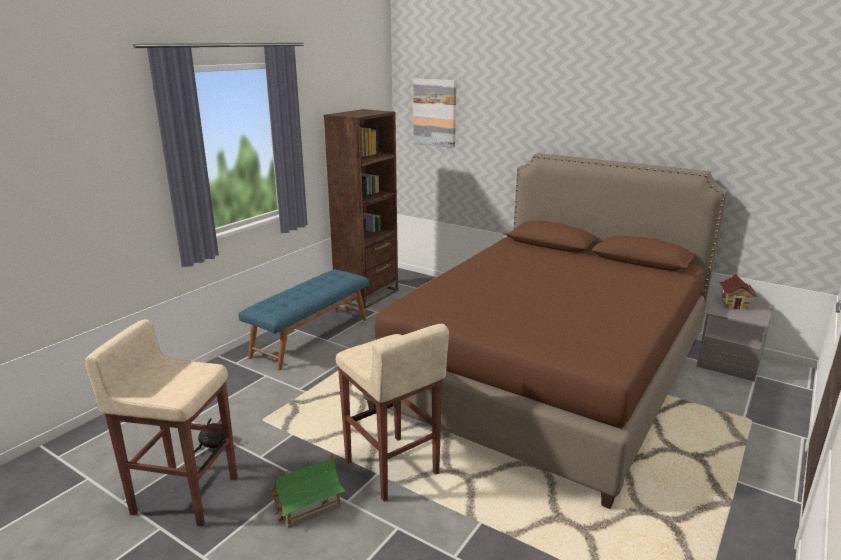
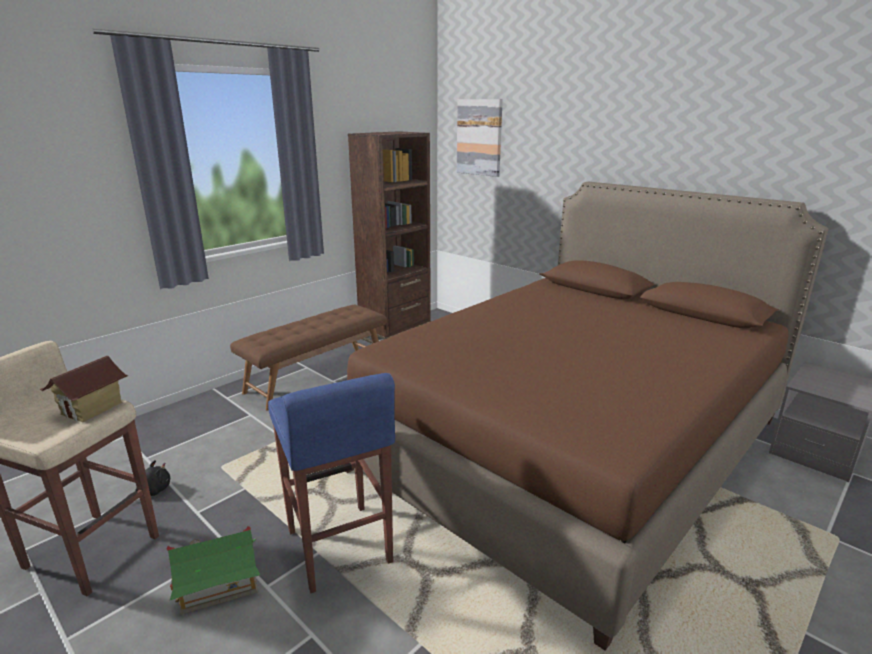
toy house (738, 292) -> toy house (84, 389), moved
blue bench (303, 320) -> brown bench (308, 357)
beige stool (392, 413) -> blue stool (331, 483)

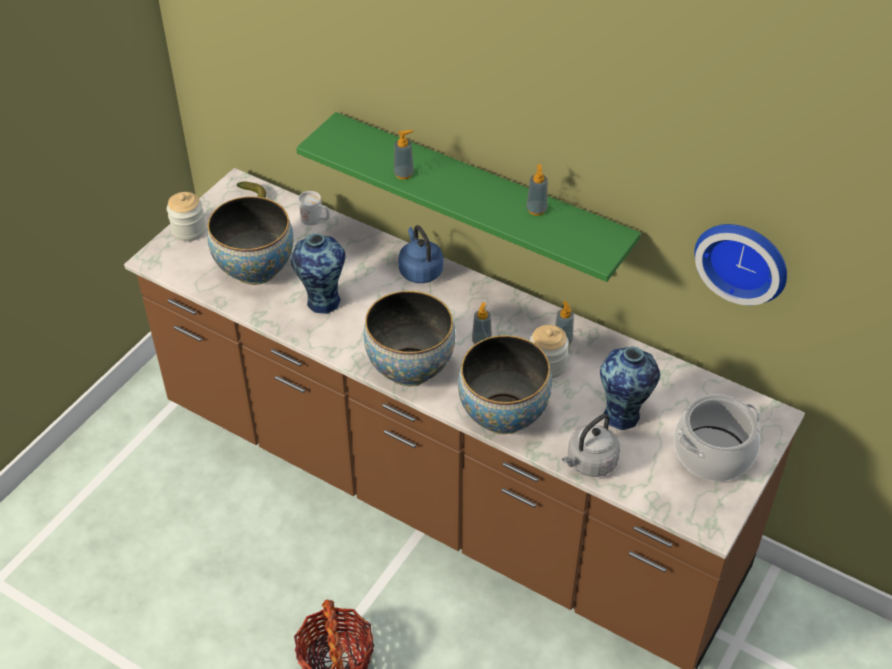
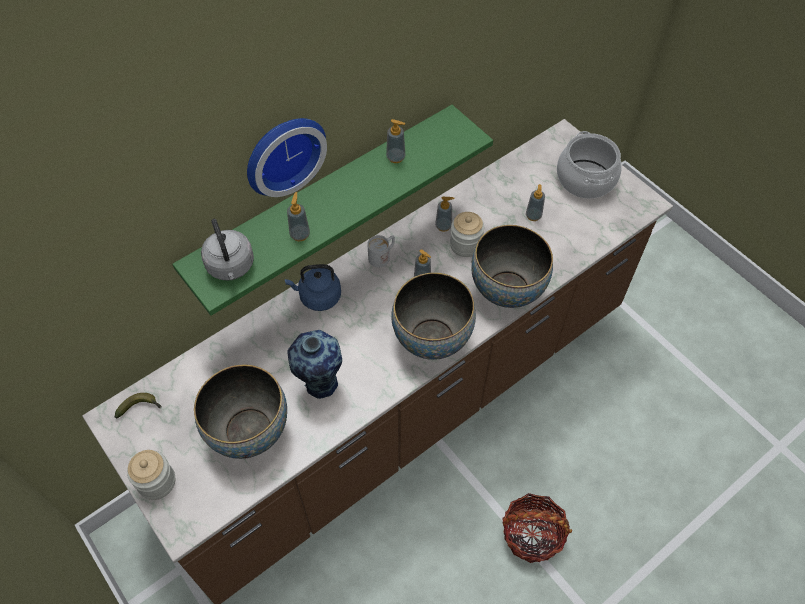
white mug (314, 208) -> white mug (381, 251), moved
grey kettle (591, 445) -> grey kettle (227, 250), moved
wall clock (740, 264) -> wall clock (287, 157), moved
vase (630, 388) -> soap dispenser (535, 202)

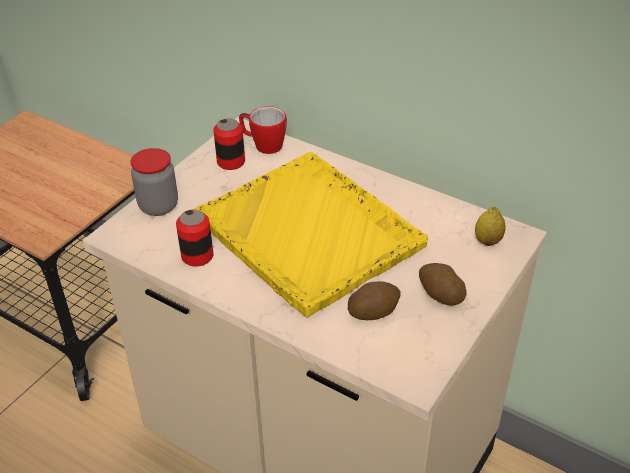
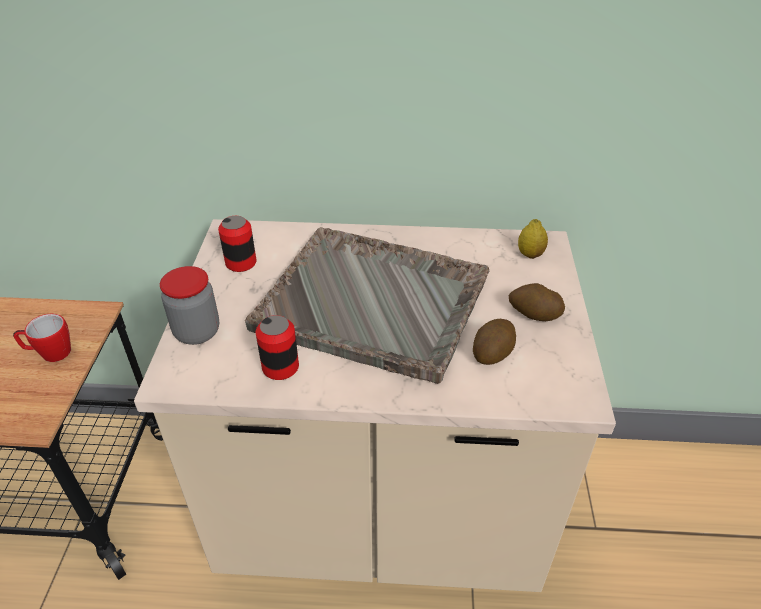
mug (263, 130) -> mug (42, 338), moved
yellow tray (311, 234) -> grey tray (367, 305)

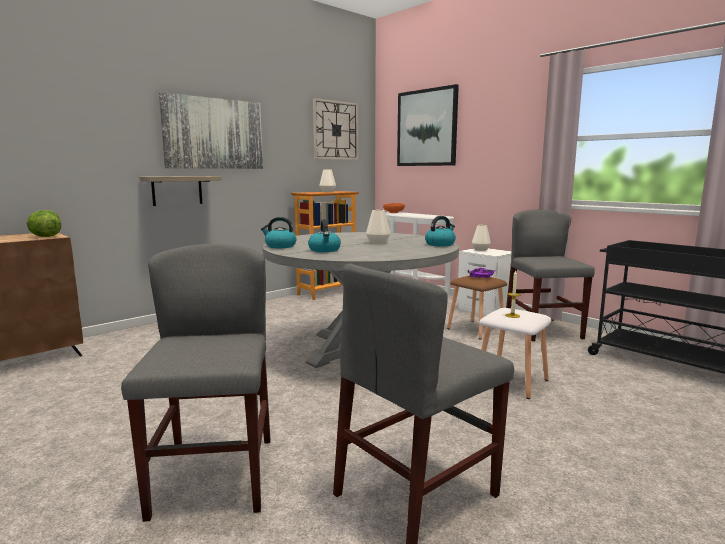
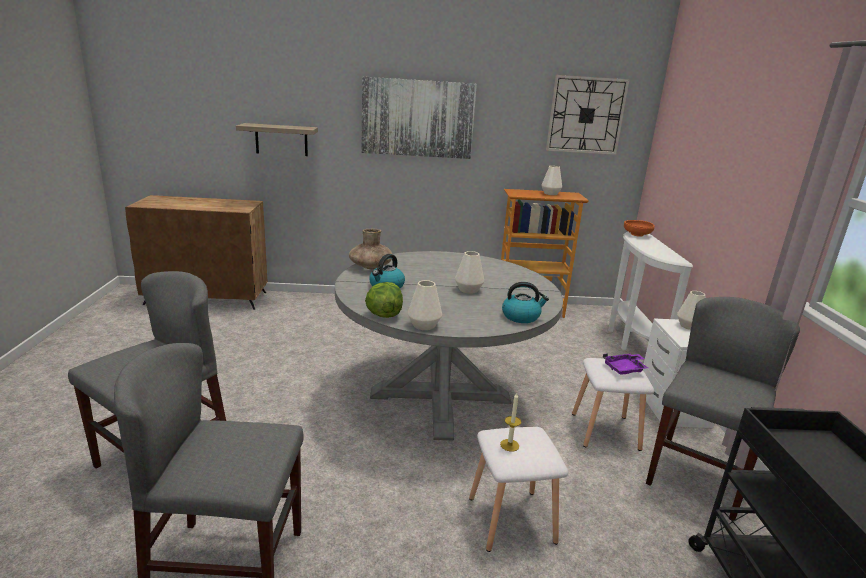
picture (428, 125) -> none
none -> white vase (425, 305)
lettuce (44, 223) -> lettuce (384, 300), moved
shelf (180, 191) -> shelf (277, 139), moved
kettle (278, 232) -> brown vase (370, 249)
brown stool (477, 307) -> white stool (613, 404)

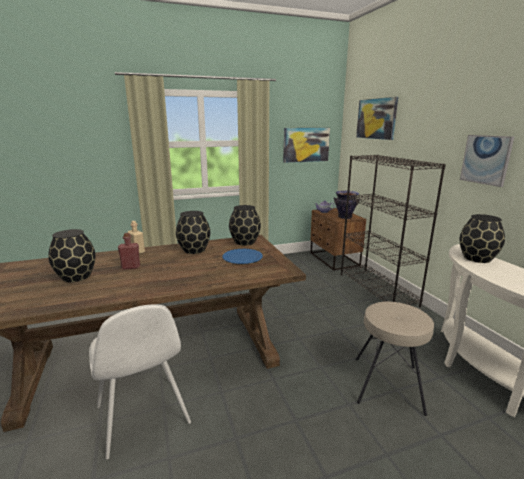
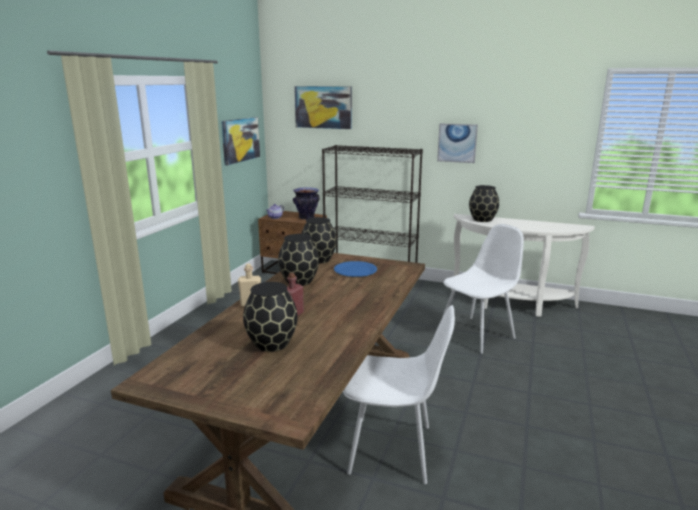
beige stool (395, 359) -> white chair (483, 288)

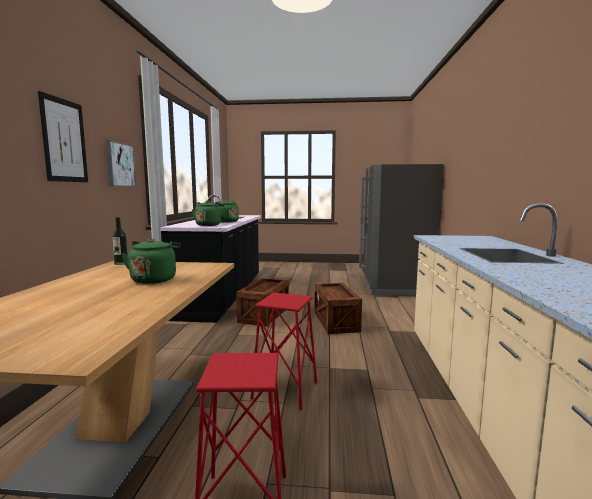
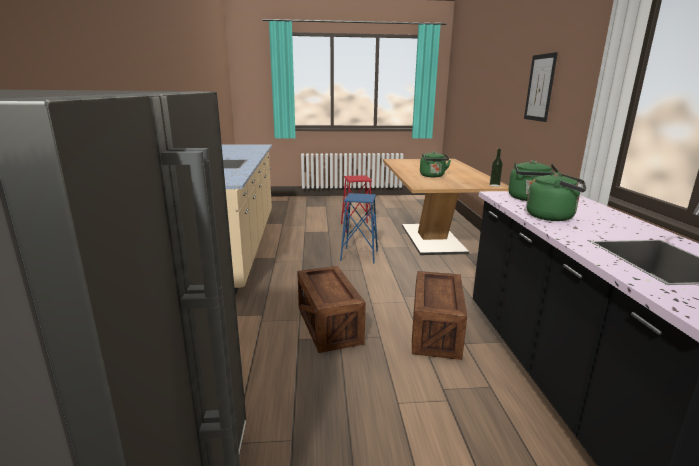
picture (121, 164) -> none
red stool (284, 351) -> blue stool (359, 228)

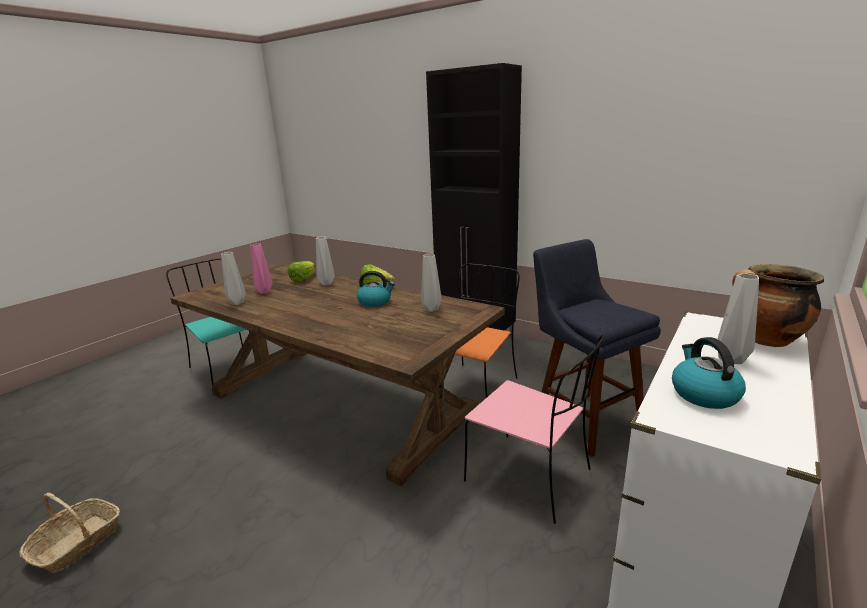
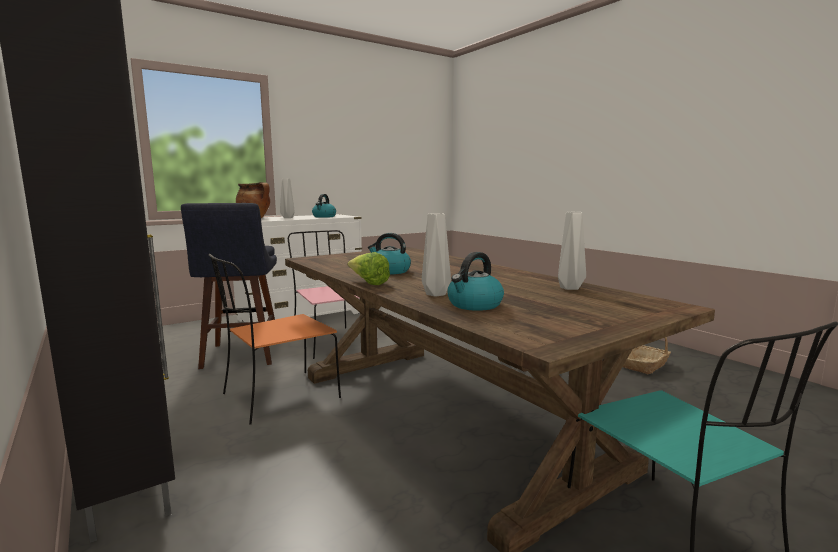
pink vase (261, 268) -> none
grey vase (431, 283) -> none
lettuce (301, 272) -> kettle (476, 281)

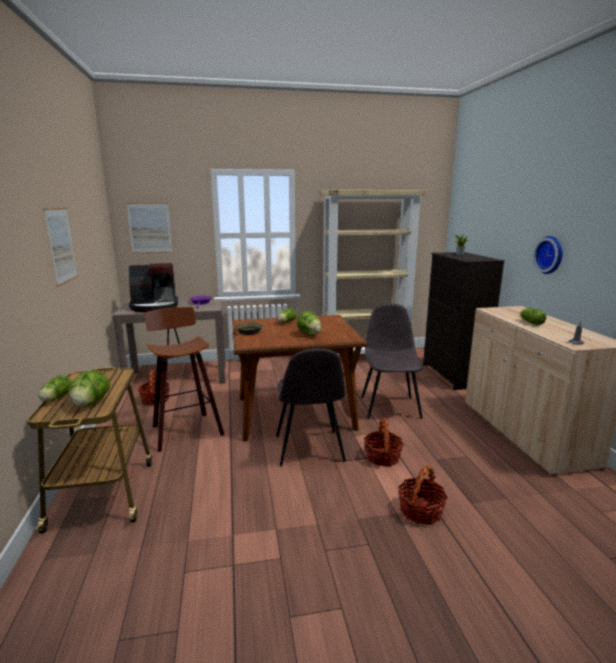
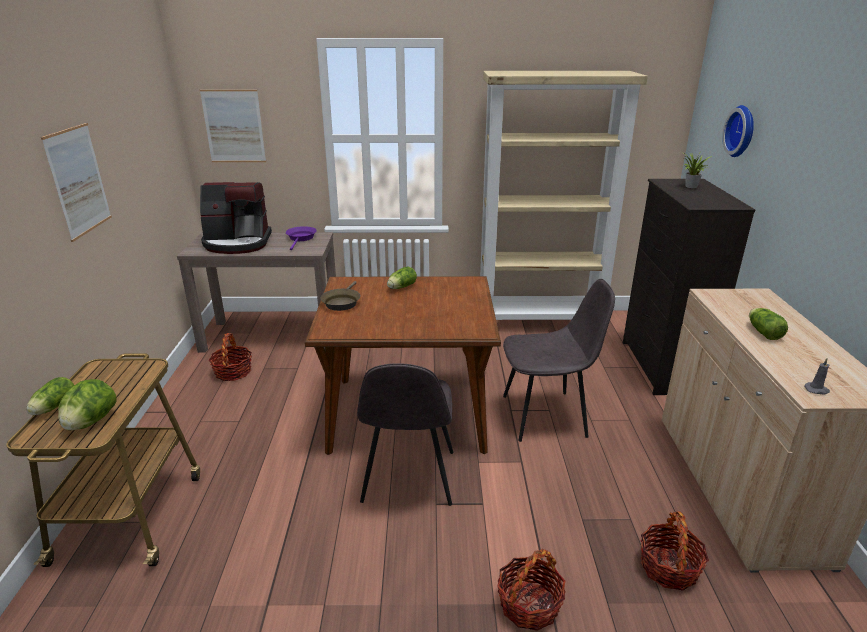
stool (184, 379) -> none
lettuce (309, 323) -> none
basket (383, 442) -> basket (674, 551), moved
wall clock (548, 255) -> wall clock (738, 131), moved
grey chair (392, 361) -> grey chair (559, 360), 75 degrees clockwise

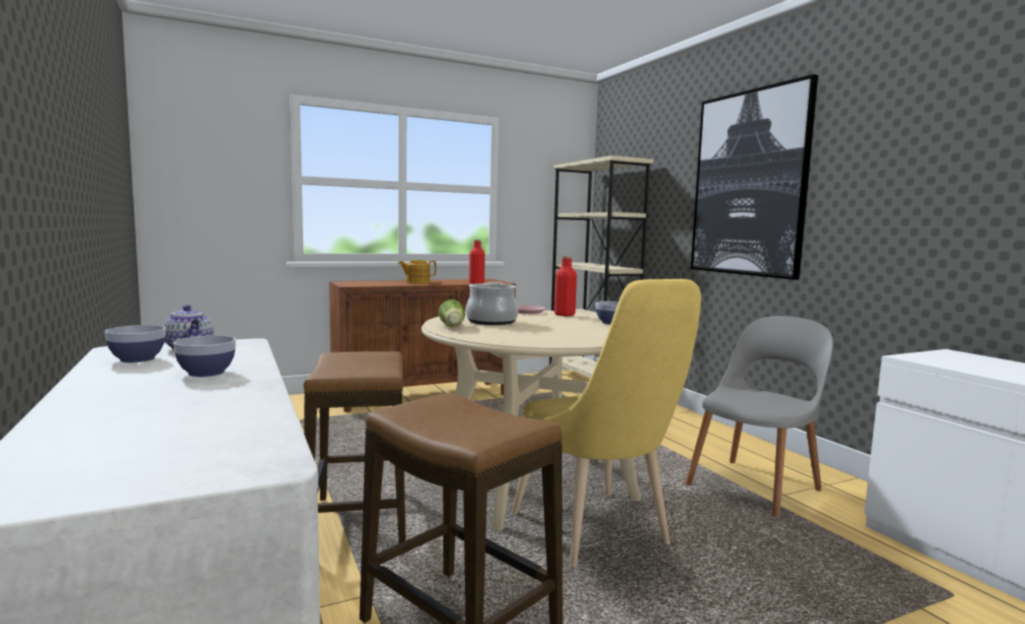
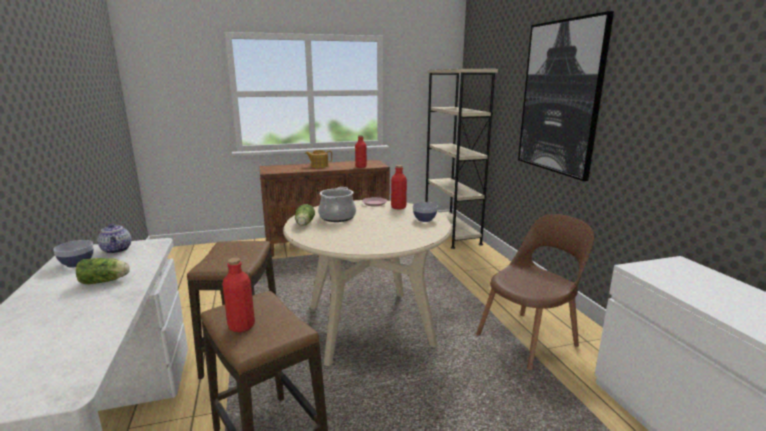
yellow chair (606, 423) -> none
none -> red bottle (238, 295)
bowl (204, 356) -> lettuce (103, 271)
grey chair (759, 417) -> brown chair (535, 292)

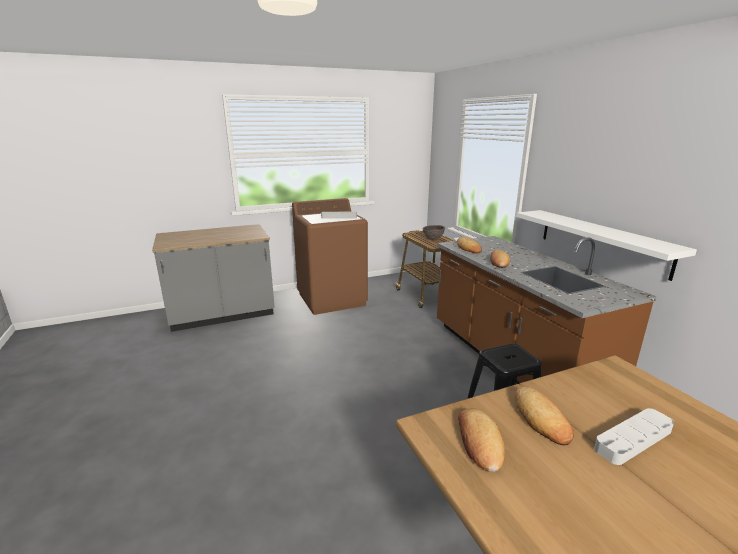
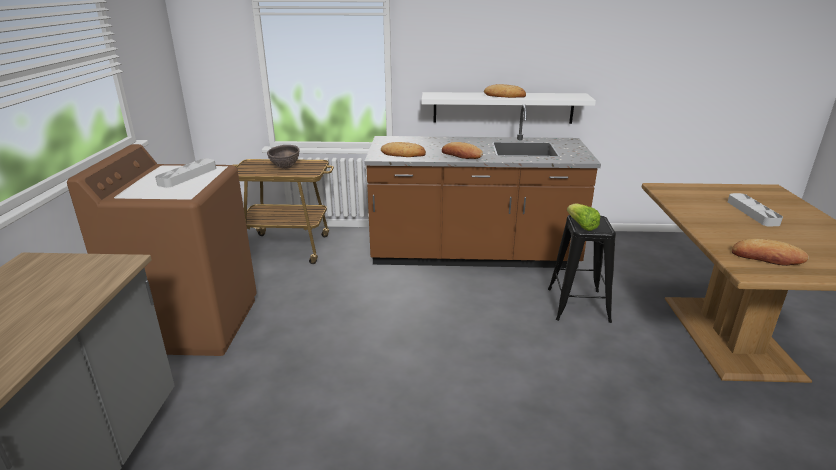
none -> lettuce (583, 217)
bread (544, 416) -> bread (505, 91), moved

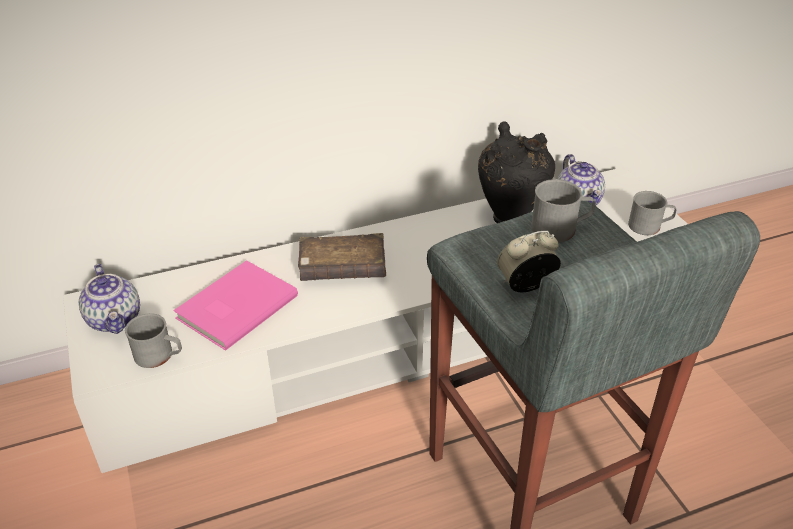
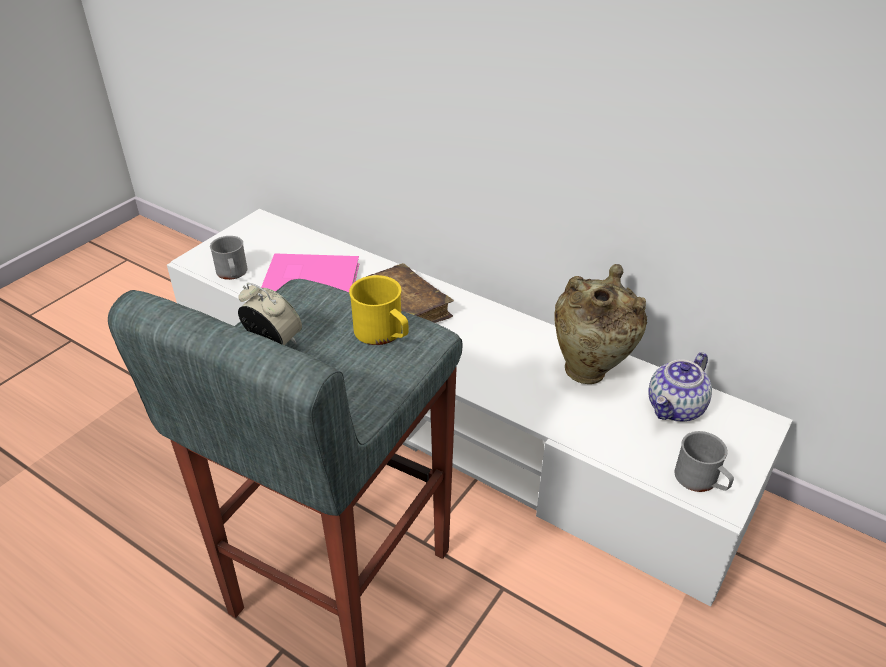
teapot (109, 299) -> none
black vase (516, 172) -> beige vase (600, 324)
grey mug (563, 210) -> yellow mug (379, 310)

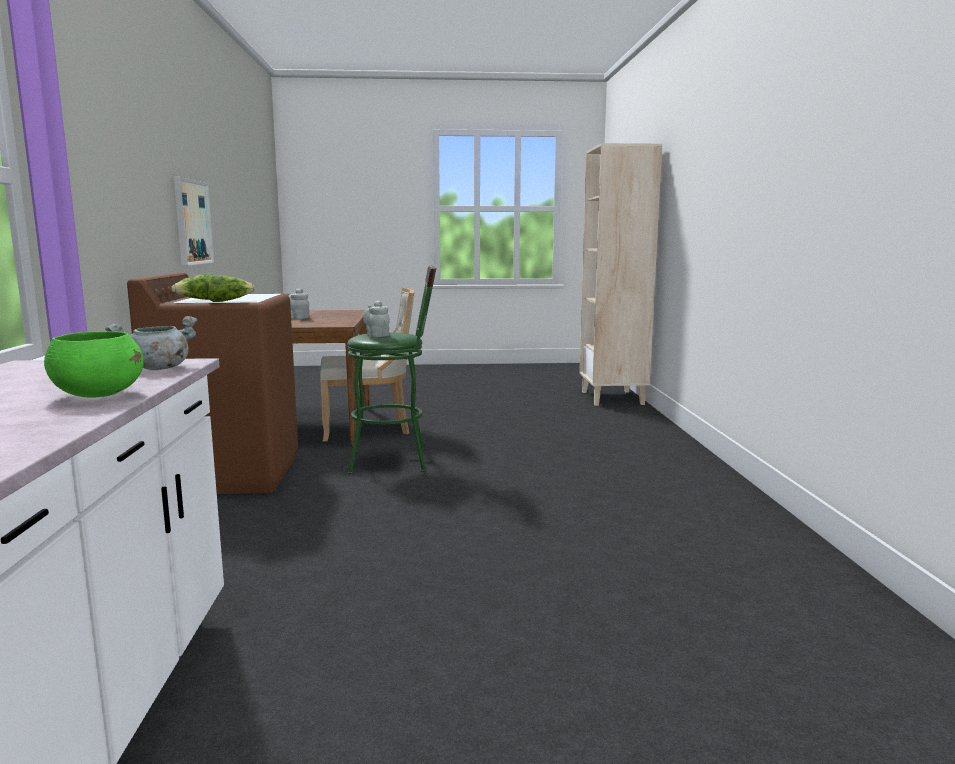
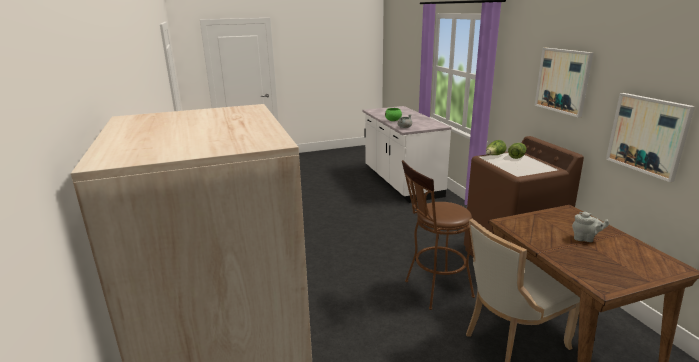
grey teapot (376, 319) -> none
none -> picture (564, 83)
green stool (392, 370) -> brown stool (438, 235)

